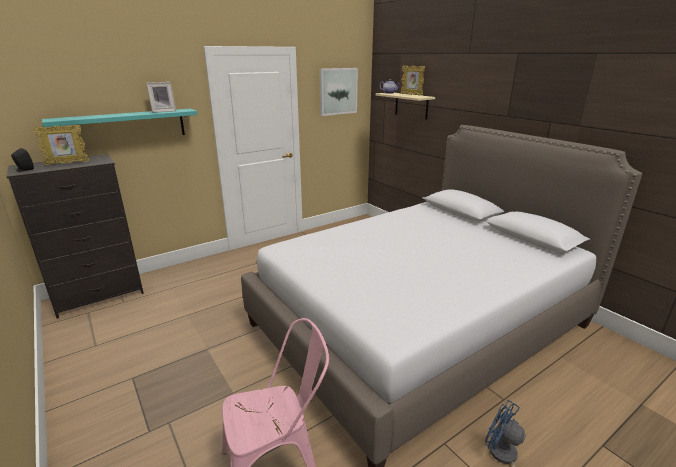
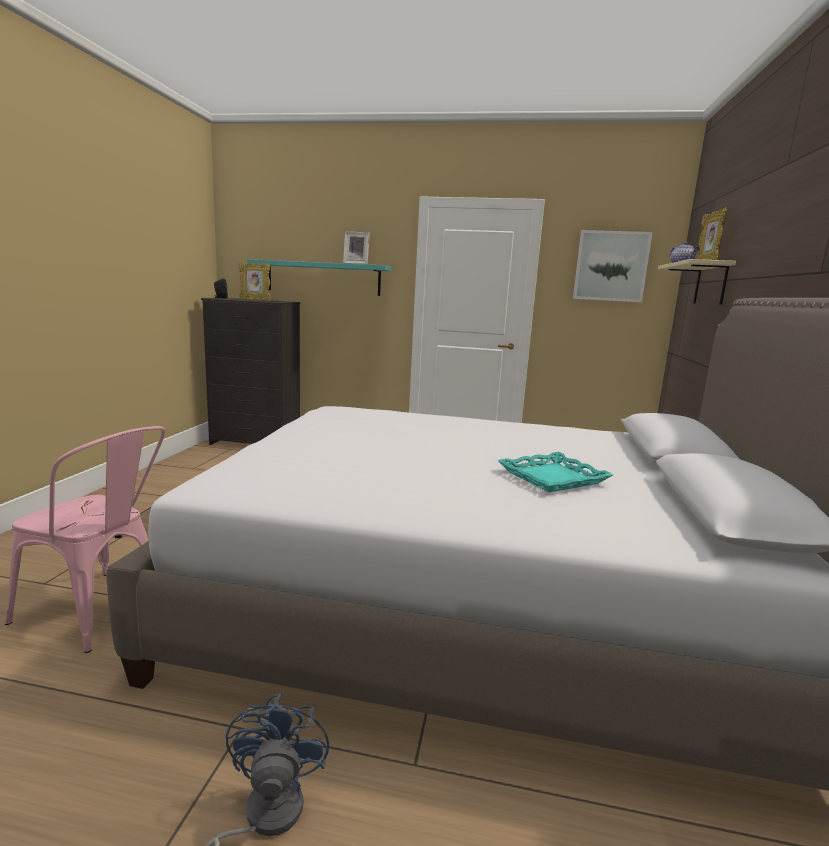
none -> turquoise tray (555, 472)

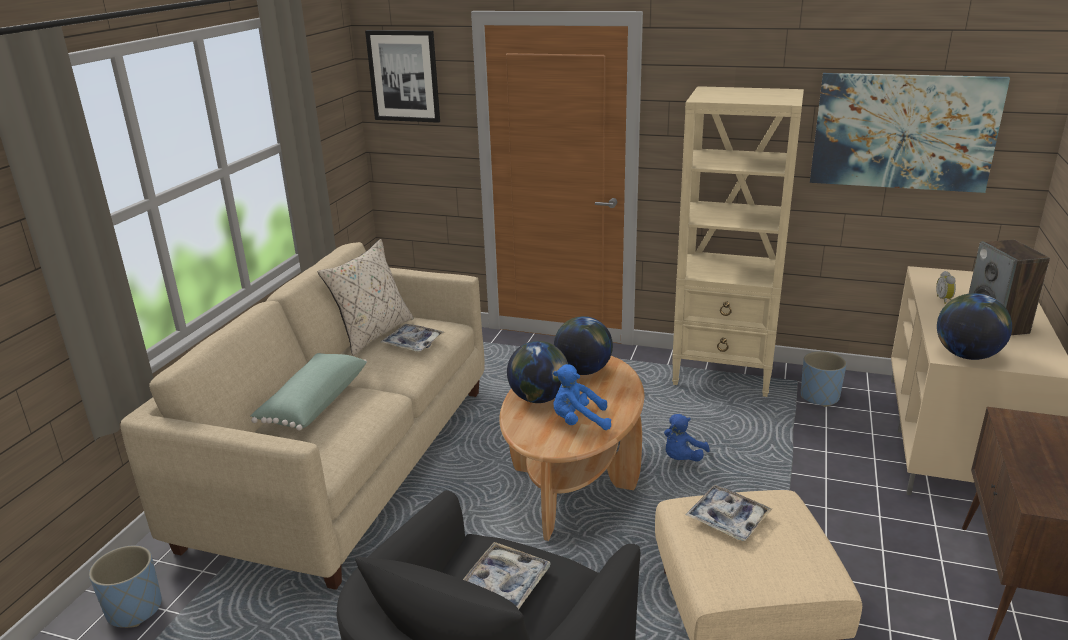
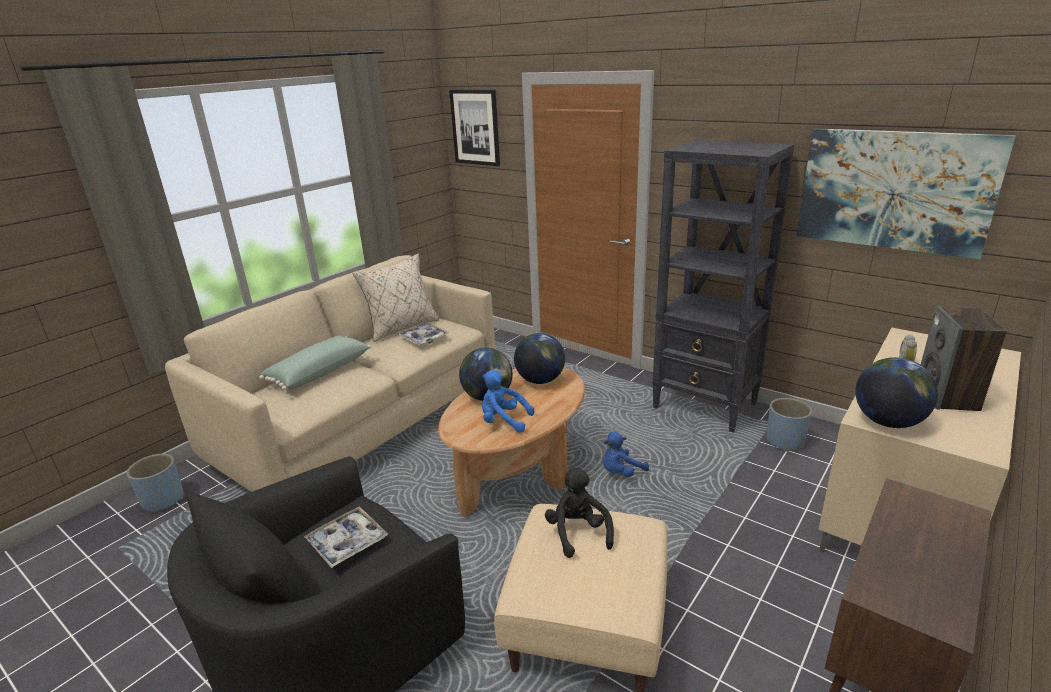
tray (728, 513) -> black plush toy (579, 513)
beige bookcase (738, 241) -> black bookcase (723, 286)

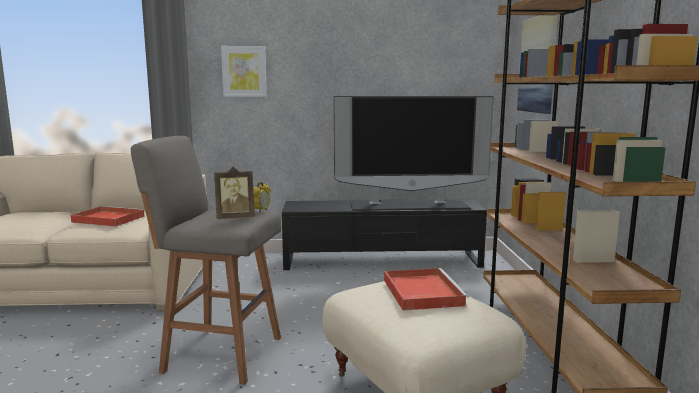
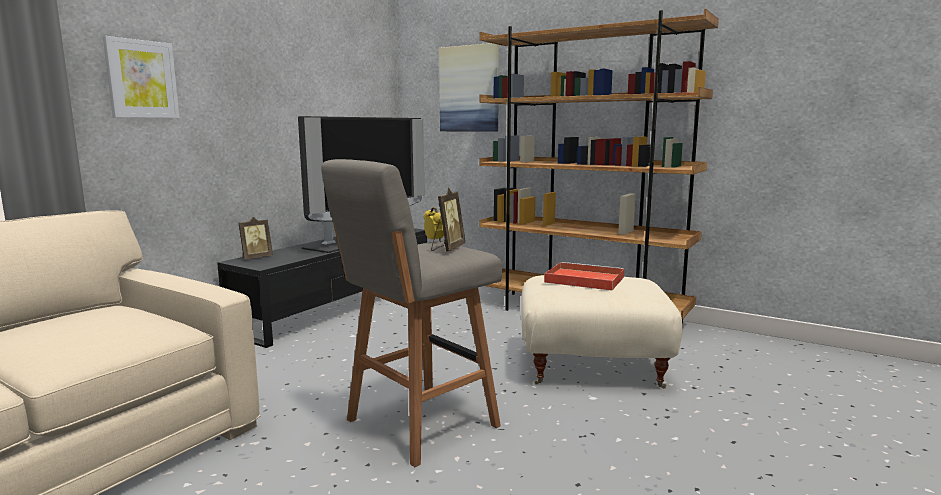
red tray (108, 216) -> none
none -> picture frame (256, 238)

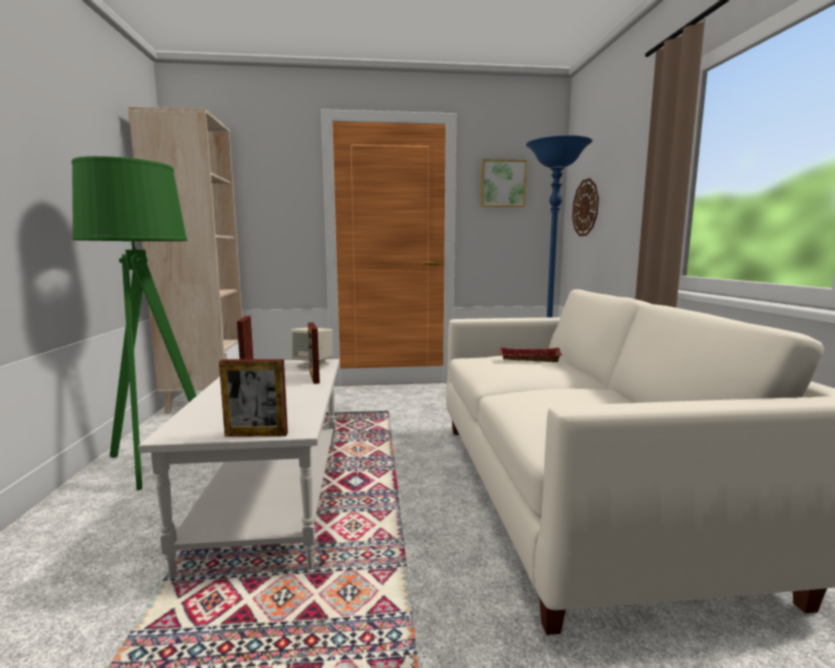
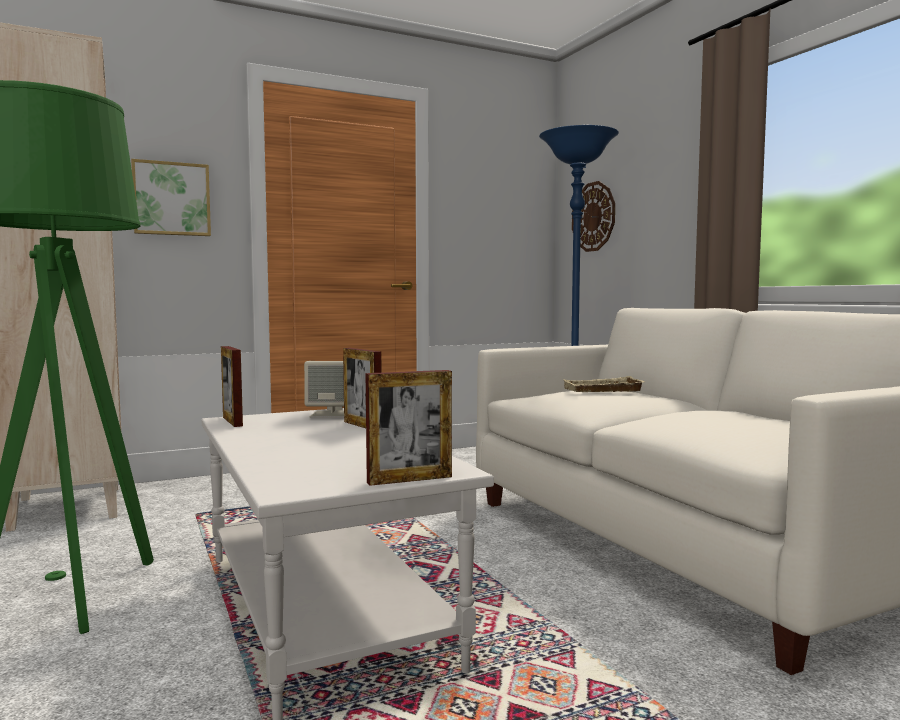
picture (504, 183) -> picture (171, 197), moved
red tray (531, 354) -> beige tray (603, 384)

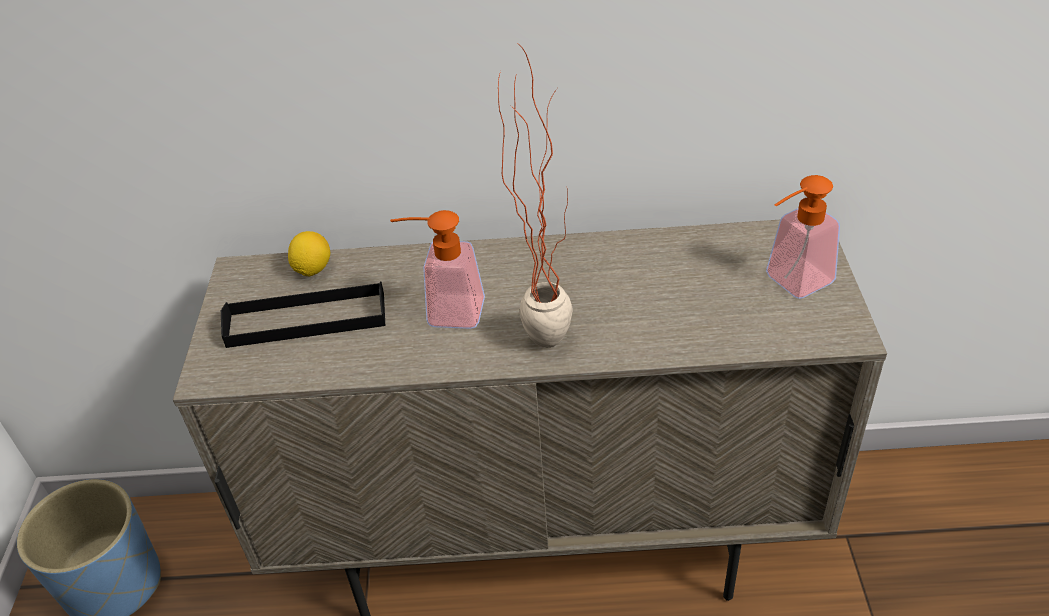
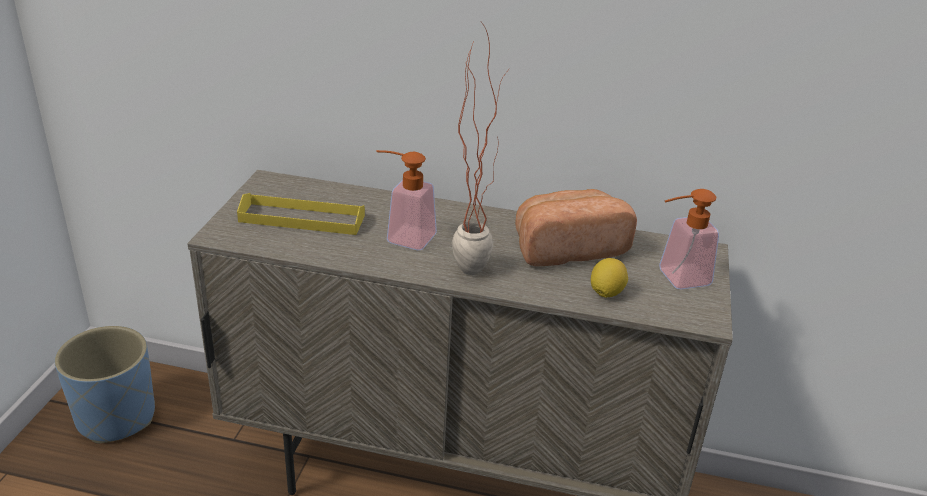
none -> bread (576, 227)
lemon (309, 253) -> lemon (609, 278), moved
black tray (303, 315) -> yellow tray (301, 214)

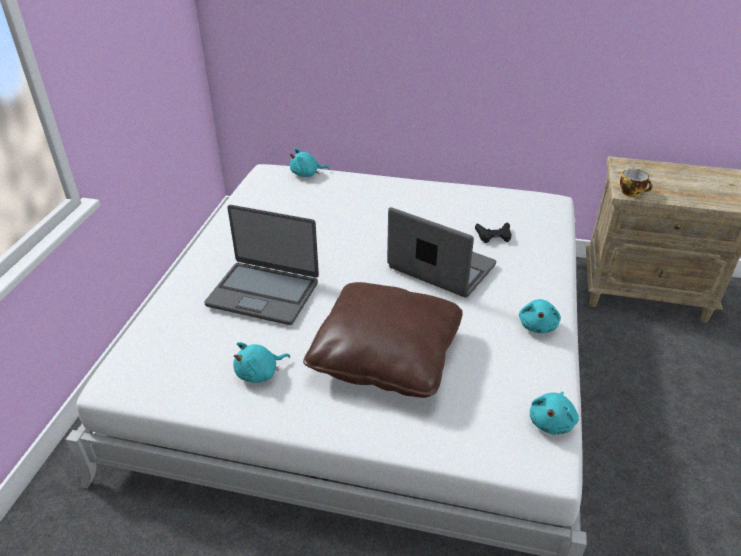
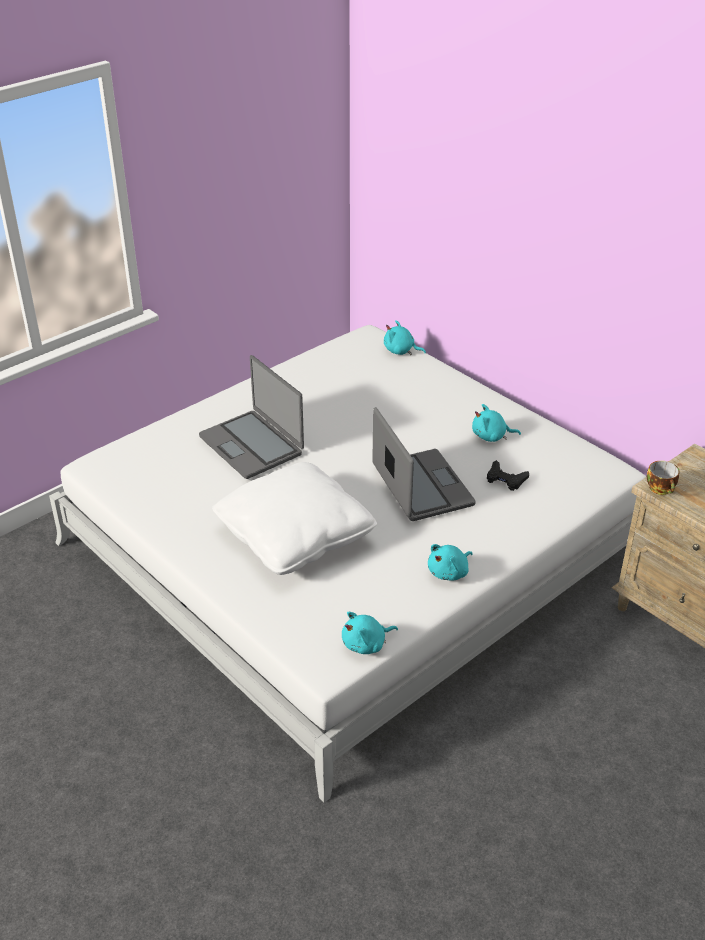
turquoise plush toy (261, 362) -> turquoise plush toy (496, 423), moved
brown pillow (383, 340) -> white pillow (294, 518)

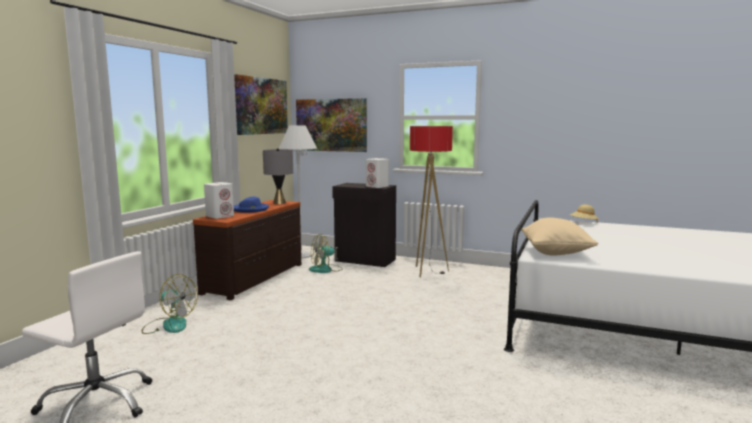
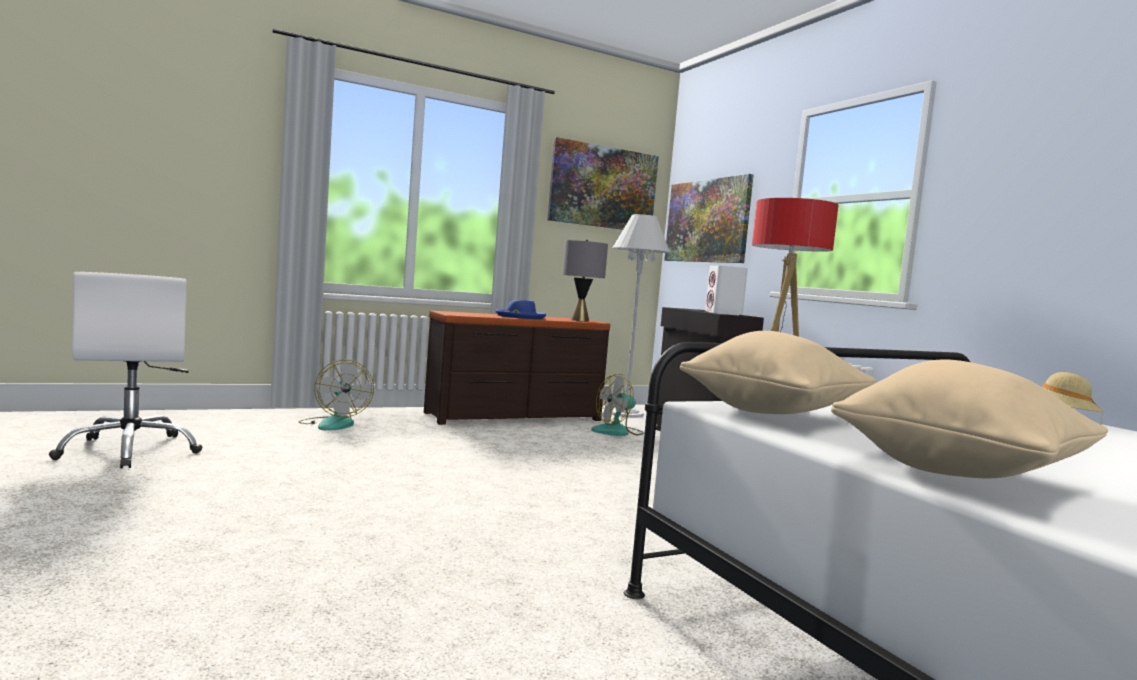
white speaker (219, 200) -> none
none -> beige pillow (969, 419)
fan (326, 253) -> fan (617, 405), 45 degrees counterclockwise

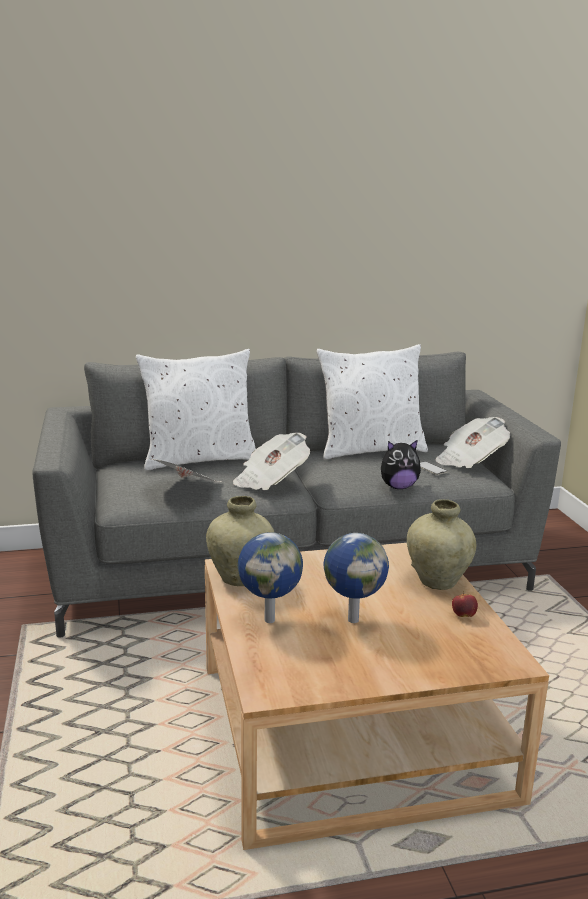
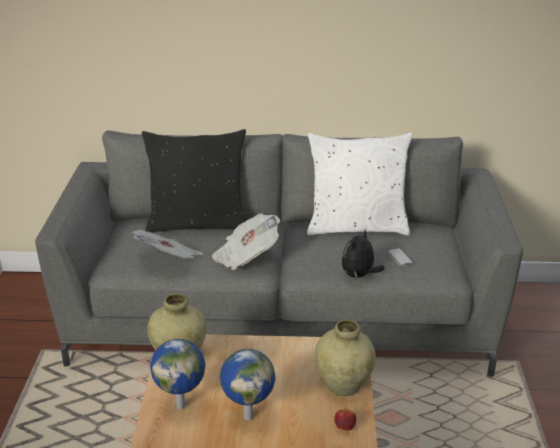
newspaper (472, 442) -> none
white pillow (196, 410) -> black pillow (194, 181)
plush toy (401, 464) -> plush toy (363, 254), 120 degrees clockwise

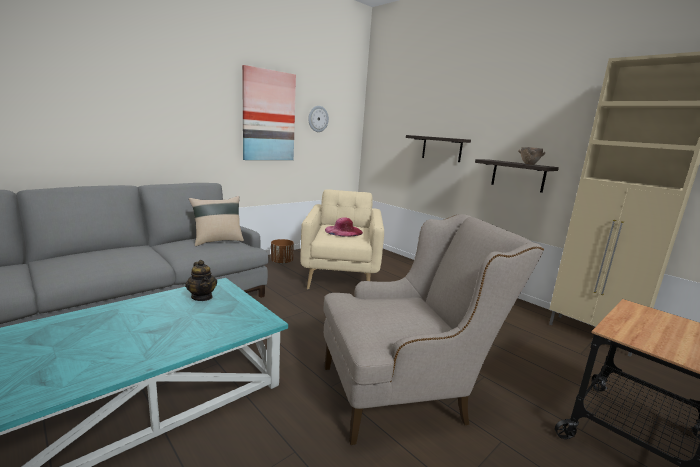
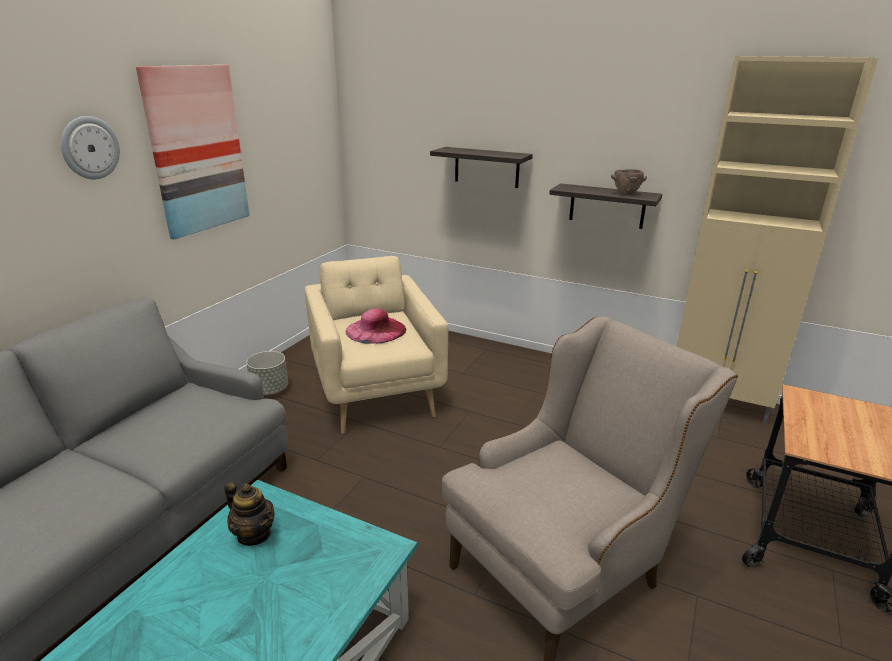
beige pillow (216, 221) -> none
wall clock (318, 119) -> wall clock (90, 147), moved
brown planter (282, 251) -> grey planter (267, 373)

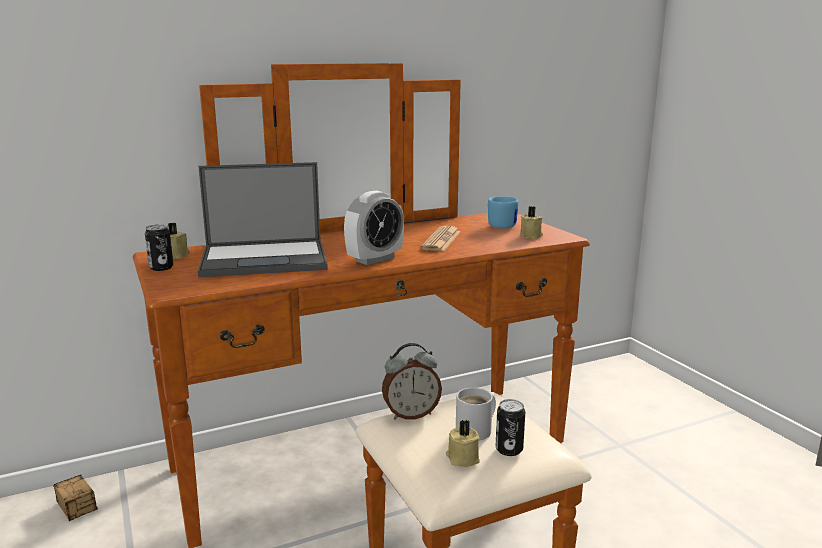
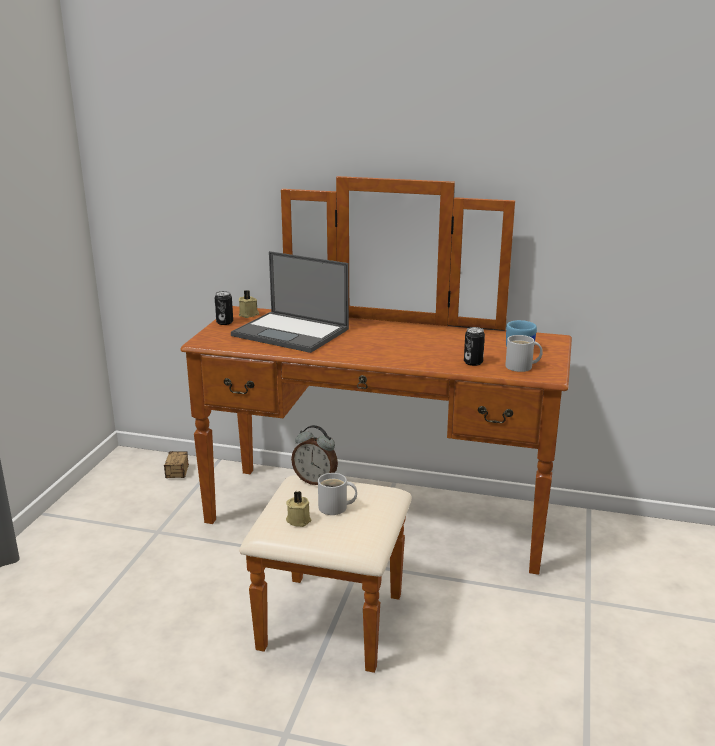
alarm clock (374, 228) -> none
newspaper (440, 238) -> none
can (510, 427) -> can (474, 346), moved
beige candle (532, 222) -> white mug (524, 353)

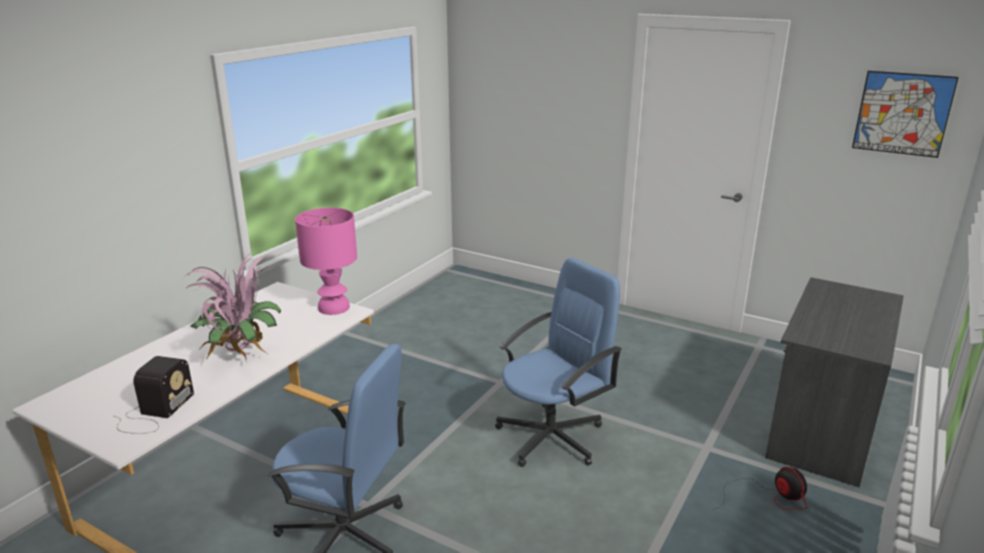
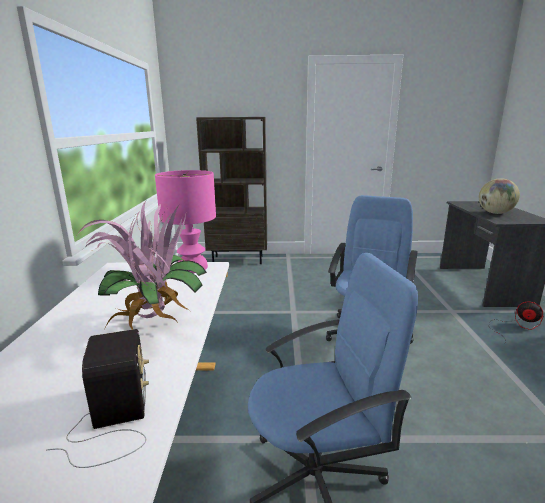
picture (905, 114) -> none
none -> brown bookcase (231, 190)
none -> globe (499, 196)

